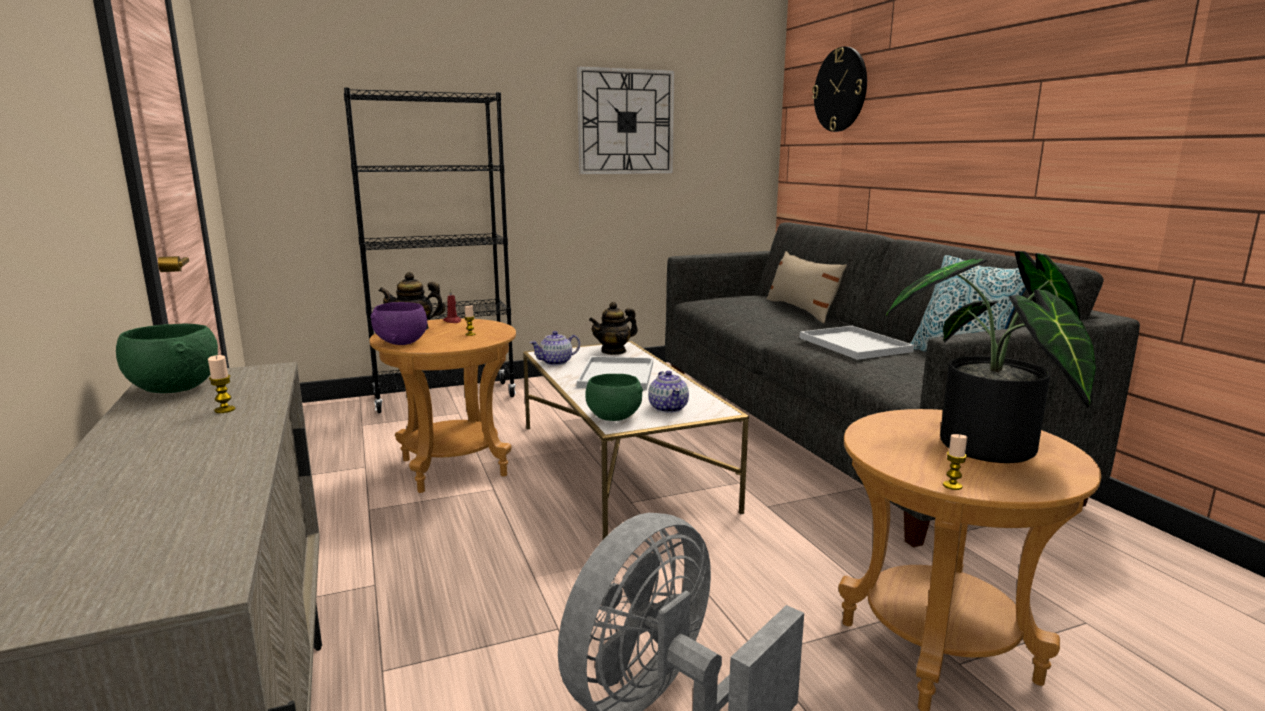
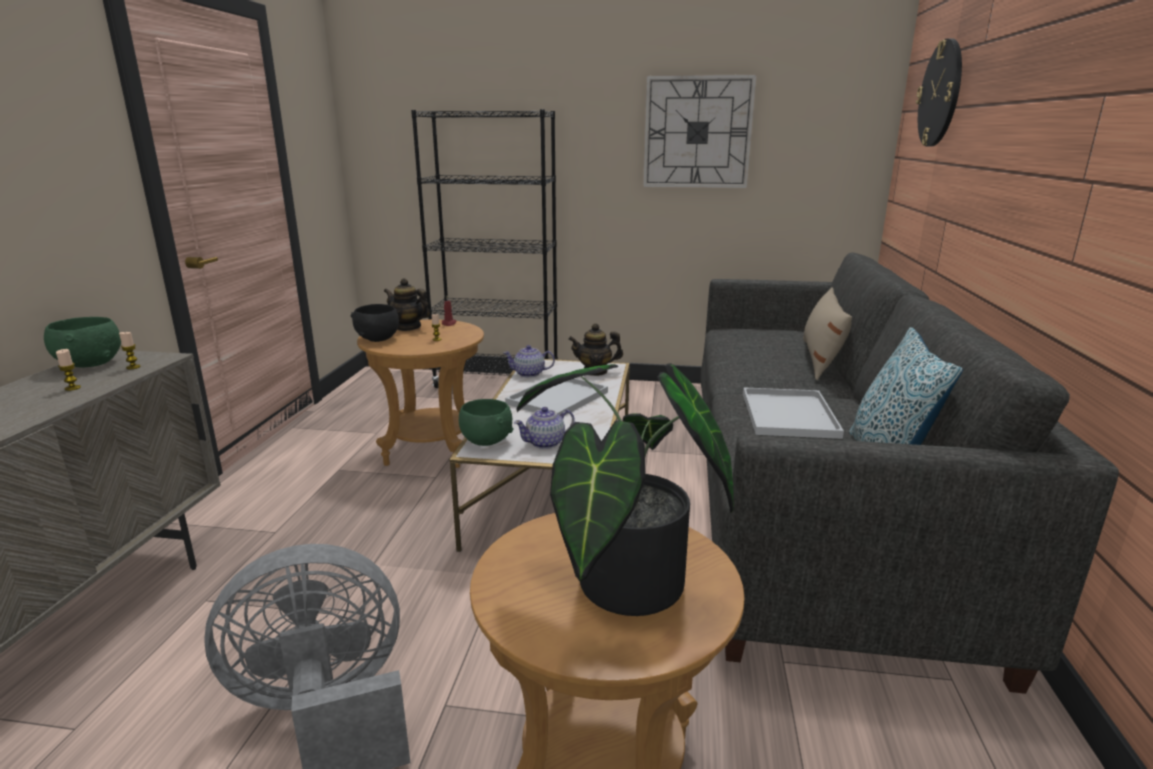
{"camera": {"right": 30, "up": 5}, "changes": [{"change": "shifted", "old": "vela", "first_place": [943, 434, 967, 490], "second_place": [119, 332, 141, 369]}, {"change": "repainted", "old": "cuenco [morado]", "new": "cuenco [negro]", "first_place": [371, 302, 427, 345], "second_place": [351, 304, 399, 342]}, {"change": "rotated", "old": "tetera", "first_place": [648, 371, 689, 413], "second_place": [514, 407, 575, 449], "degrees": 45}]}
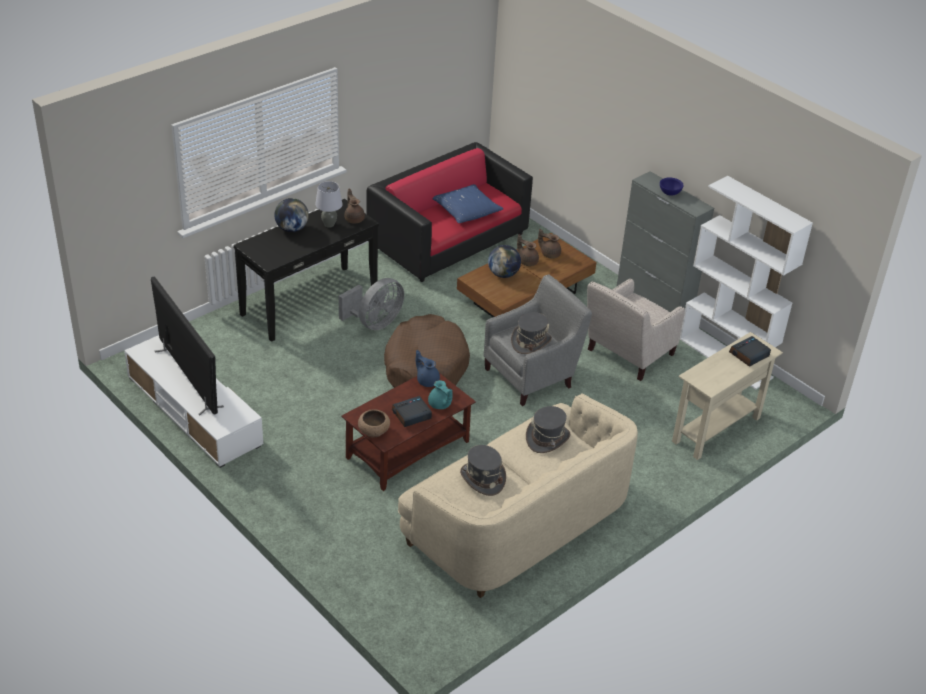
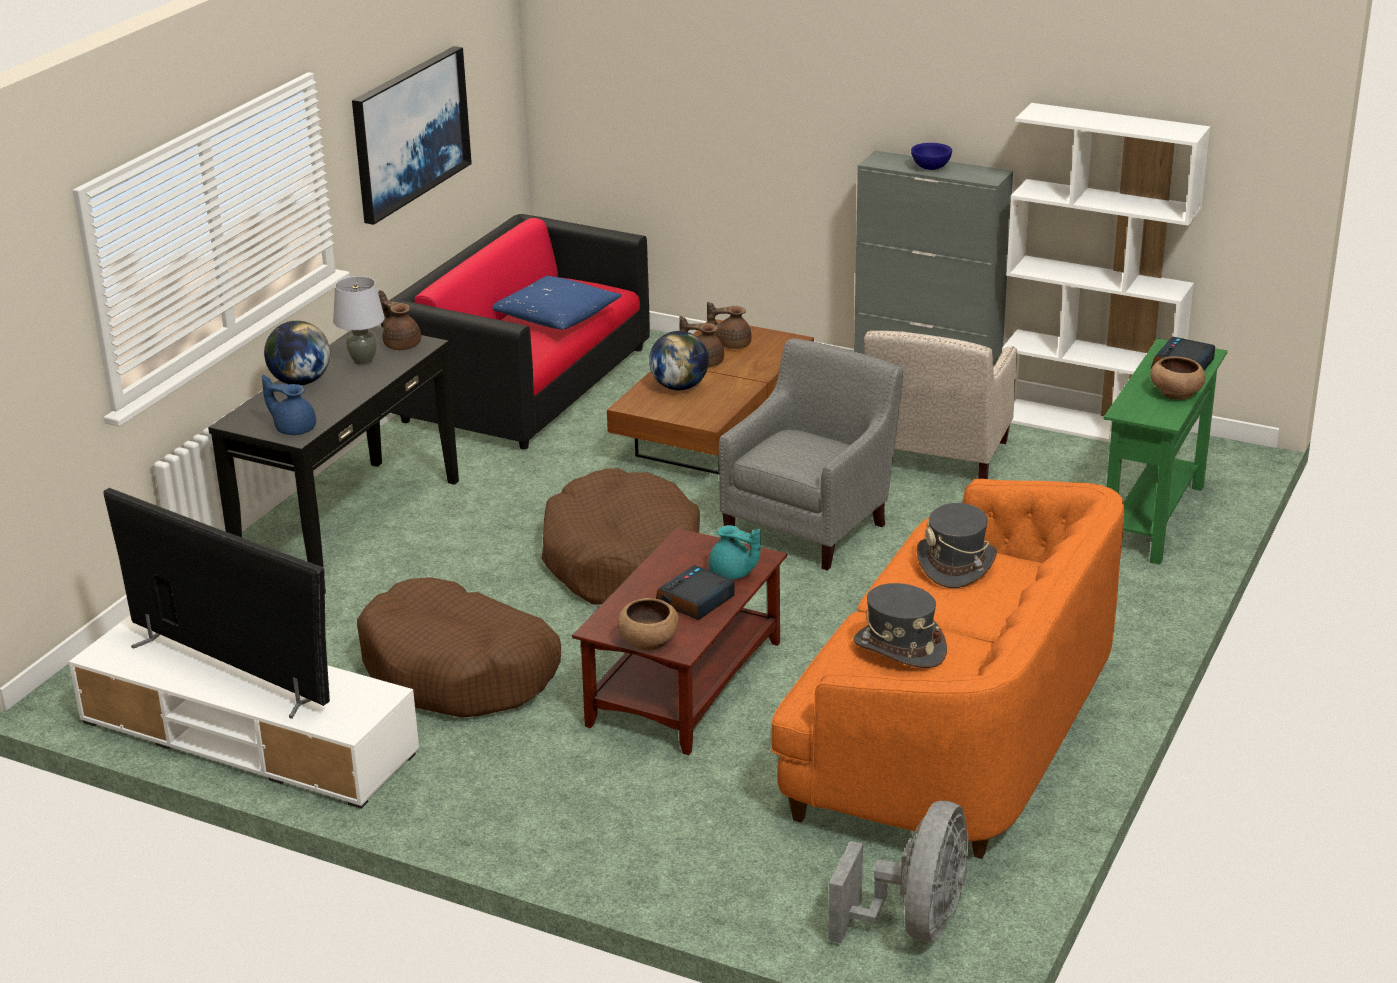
{"camera": {"right": -20, "up": -10}, "changes": [{"change": "gone", "old": "sombrero [gris]", "first_place": [511, 312, 552, 354]}, {"change": "new", "new": "cuadro", "second_place": [352, 46, 472, 225]}, {"change": "new", "new": "cama para perro [marrón]", "second_place": [357, 577, 561, 718]}, {"change": "new", "new": "cuenco [marrón]", "second_place": [1150, 356, 1206, 400]}, {"change": "shifted", "old": "ventilador [gris]", "first_place": [339, 278, 404, 330], "second_place": [828, 801, 968, 943]}, {"change": "shifted", "old": "tetera [azul]", "first_place": [416, 350, 440, 387], "second_place": [262, 375, 316, 435]}, {"change": "repainted", "old": "sofá [beis]", "new": "sofá [naranja]", "first_place": [398, 393, 638, 598], "second_place": [771, 479, 1124, 859]}, {"change": "repainted", "old": "mesa consola [beis]", "new": "mesa consola [verde]", "first_place": [672, 332, 783, 460], "second_place": [1104, 338, 1227, 565]}]}
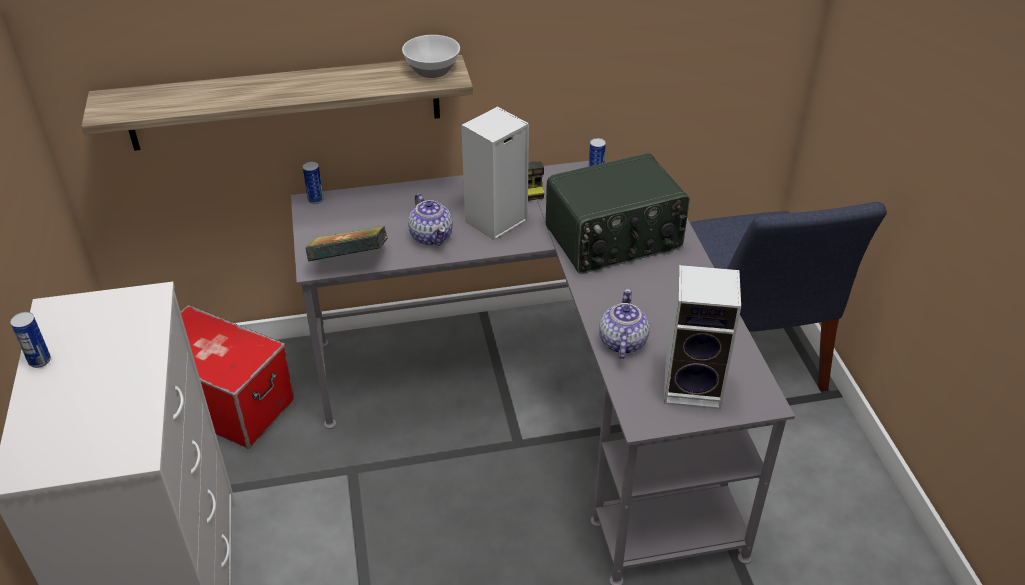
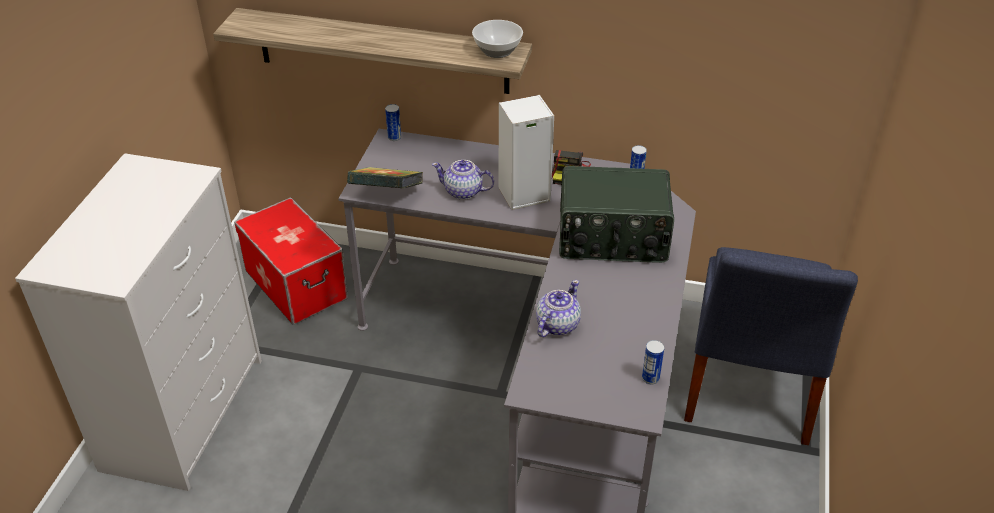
{"camera": {"right": 25, "up": 0}, "changes": [{"change": "gone", "old": "altavoz", "first_place": [664, 265, 741, 409]}, {"change": "shifted", "old": "lata", "first_place": [10, 312, 51, 368], "second_place": [642, 340, 664, 384]}, {"change": "rotated", "old": "tetera", "first_place": [408, 194, 453, 246], "second_place": [432, 160, 495, 200], "degrees": 105}]}
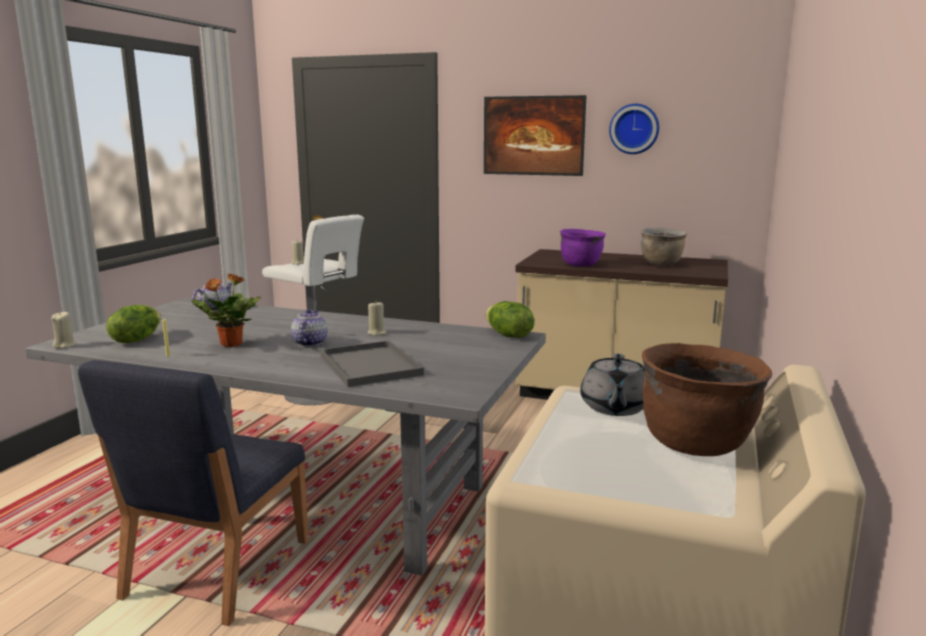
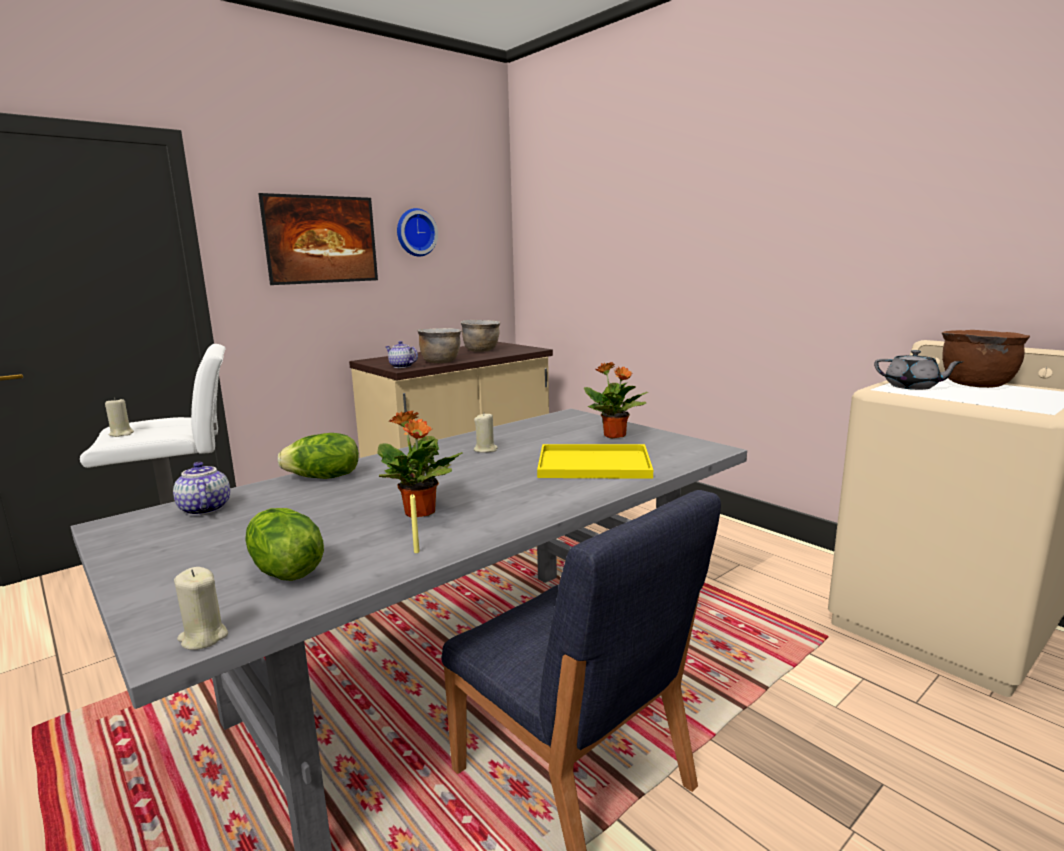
{"camera": {"right": -60, "up": 0}, "changes": [{"change": "new", "new": "planta en maceta", "second_place": [584, 362, 648, 438]}, {"change": "shifted", "old": "tetera", "first_place": [291, 309, 328, 346], "second_place": [386, 341, 418, 368]}, {"change": "shifted", "old": "lechuga", "first_place": [485, 301, 535, 338], "second_place": [278, 433, 359, 479]}, {"change": "repainted", "old": "bandeja [gris]", "new": "bandeja [amarillo]", "first_place": [320, 340, 424, 387], "second_place": [537, 444, 653, 479]}, {"change": "repainted", "old": "olla [morado]", "new": "olla [marrón]", "first_place": [560, 229, 606, 267], "second_place": [417, 328, 461, 363]}]}
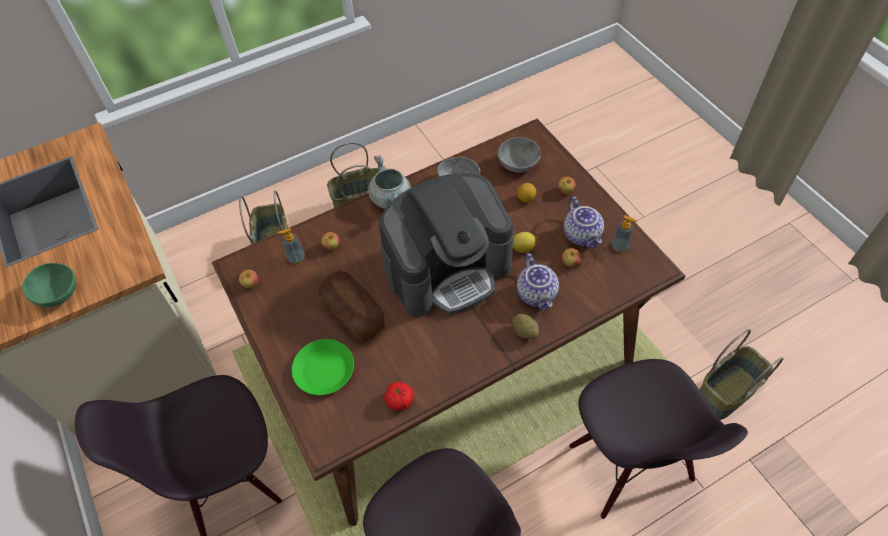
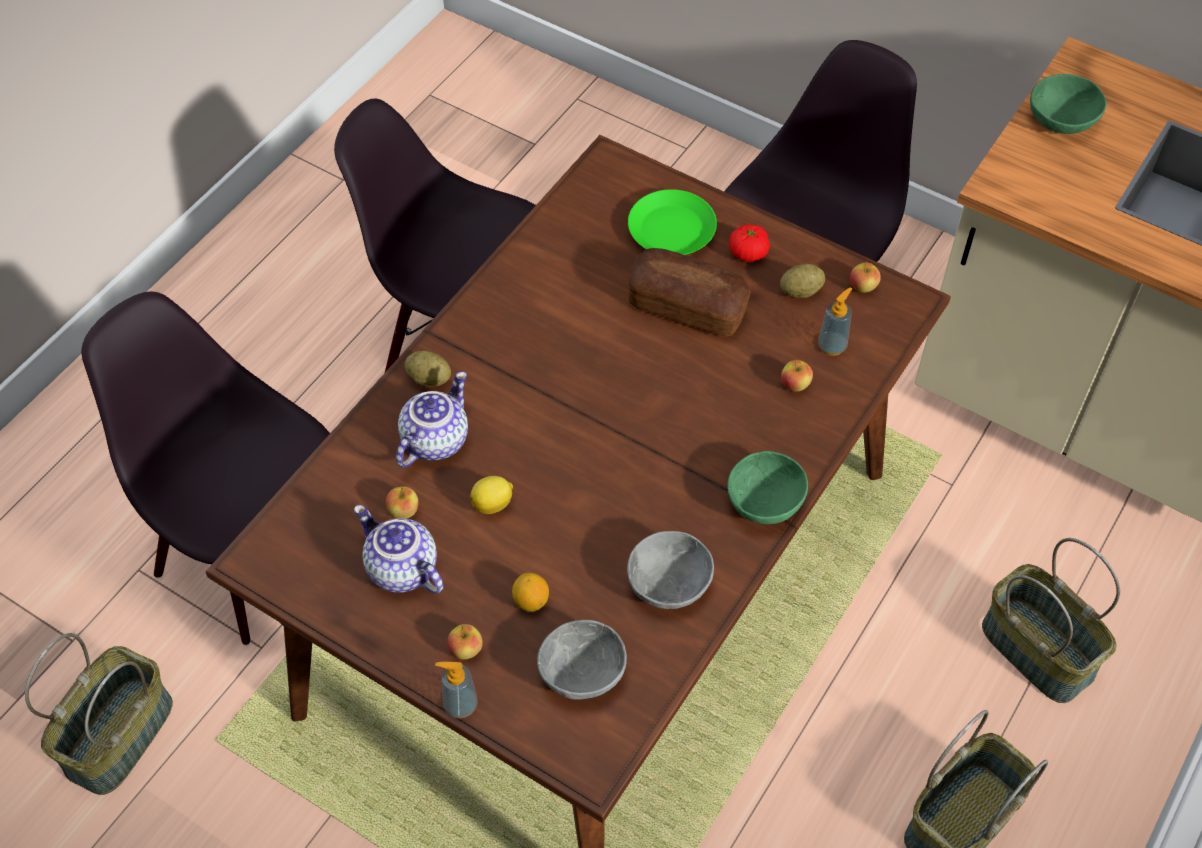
{"camera": {"right": 150, "up": 0}, "changes": [{"change": "gone", "old": "cafetera", "first_place": [379, 173, 514, 317]}, {"change": "new", "new": "patata", "second_place": [780, 264, 825, 298]}, {"change": "shifted", "old": "tomate", "first_place": [384, 382, 414, 411], "second_place": [729, 224, 770, 262]}, {"change": "shifted", "old": "dispensador de jabón", "first_place": [611, 215, 637, 252], "second_place": [435, 662, 478, 719]}, {"change": "swapped", "old": "olla [gris]", "new": "cuenco [verde]", "first_place": [368, 155, 411, 209], "second_place": [727, 451, 808, 524]}, {"change": "rotated", "old": "tetera", "first_place": [517, 253, 559, 310], "second_place": [396, 372, 468, 468], "degrees": 75}]}
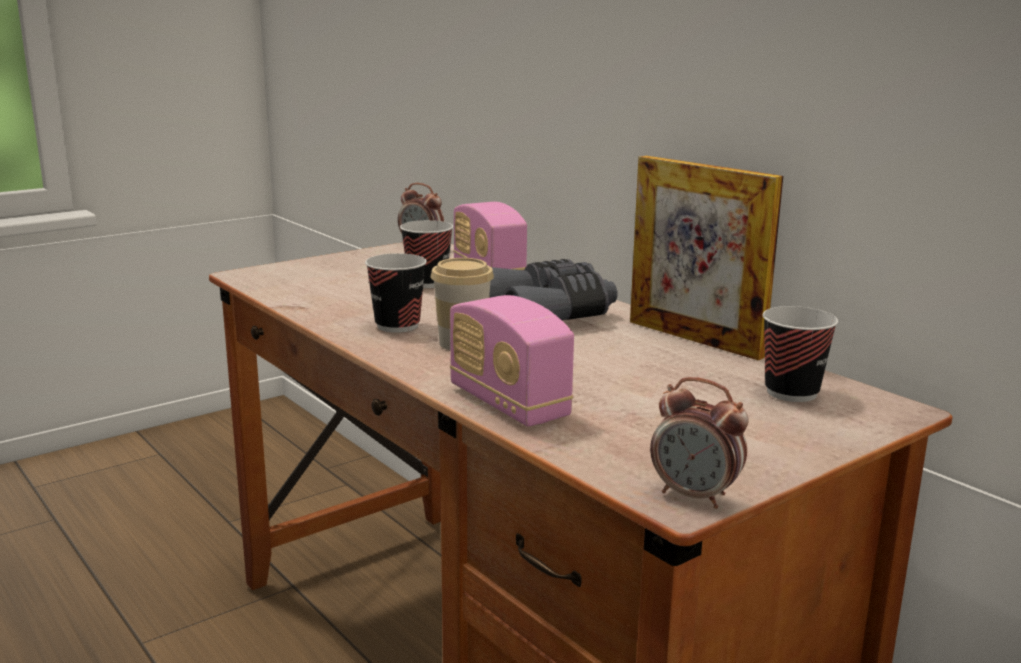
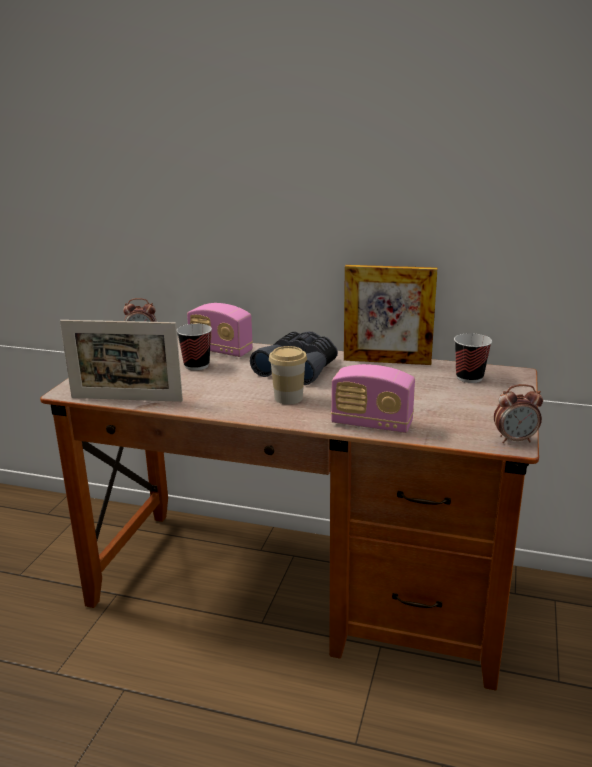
{"camera": {"right": -35, "up": 5}, "changes": [{"change": "gone", "old": "taza", "first_place": [365, 253, 427, 333]}, {"change": "new", "new": "portarretratos", "second_place": [60, 320, 183, 402]}]}
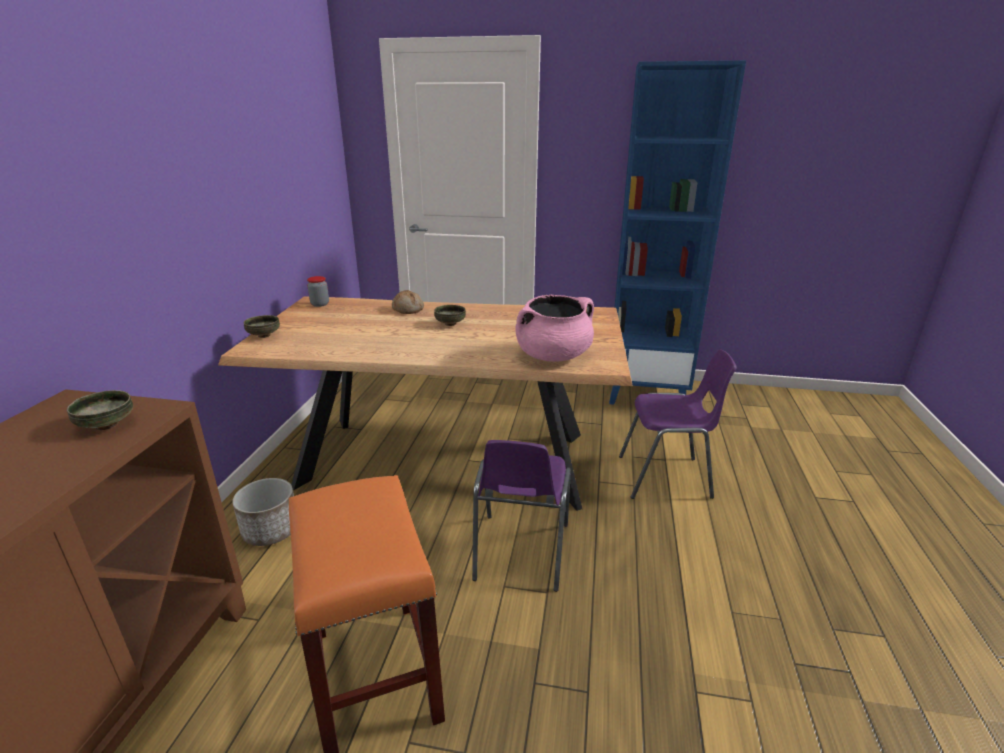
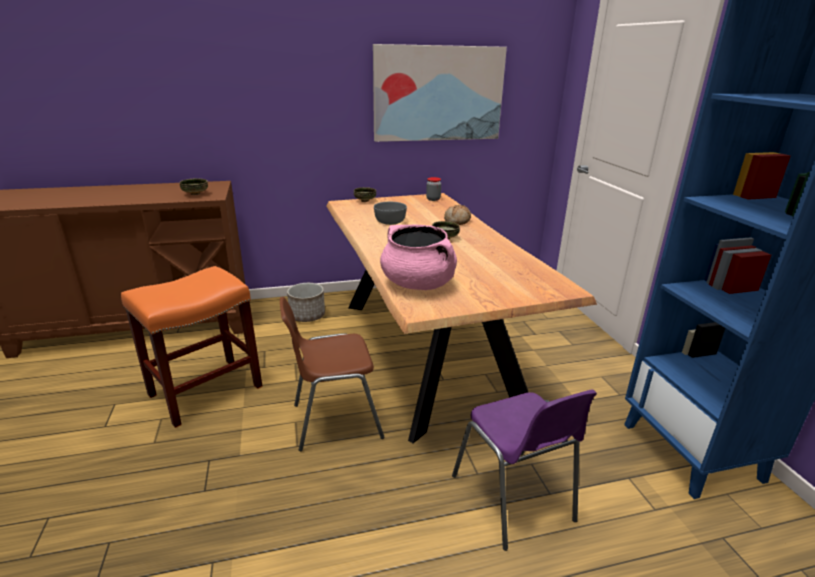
{"camera": {"right": 65, "up": 0}, "changes": [{"change": "new", "new": "cuadro", "second_place": [373, 44, 507, 142]}, {"change": "new", "new": "cuenco [gris]", "second_place": [374, 202, 407, 225]}, {"change": "repainted", "old": "silla [morado]", "new": "silla [marrón]", "first_place": [472, 440, 571, 592], "second_place": [280, 297, 385, 451]}]}
